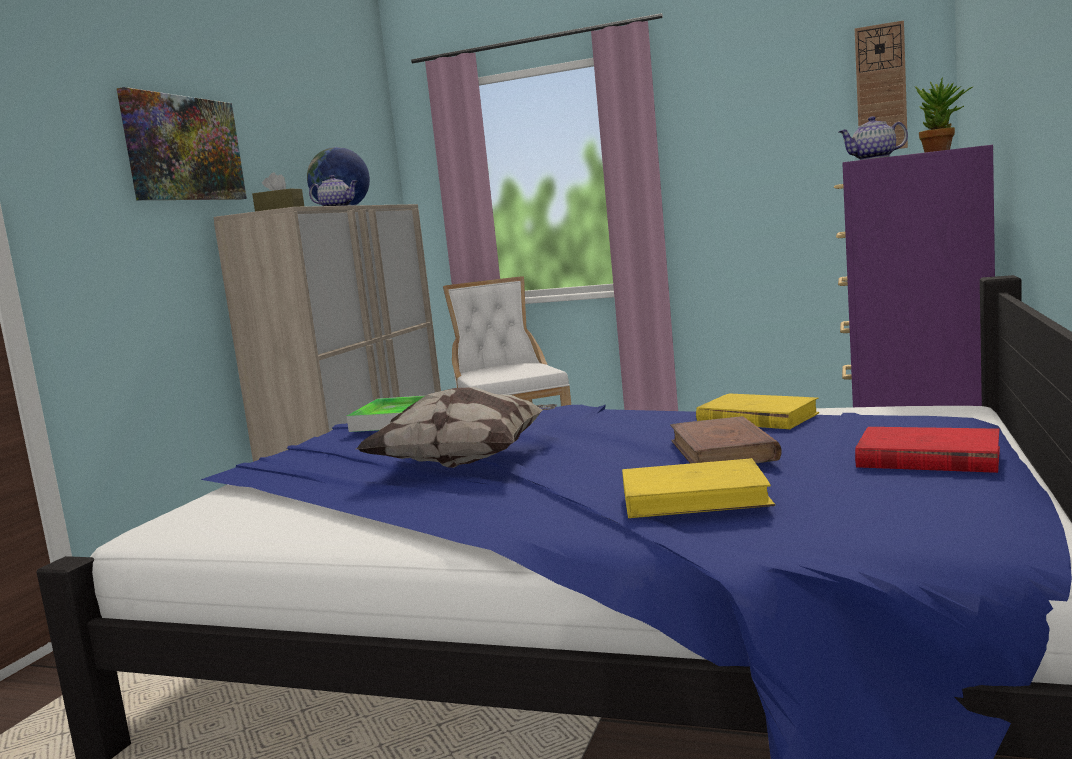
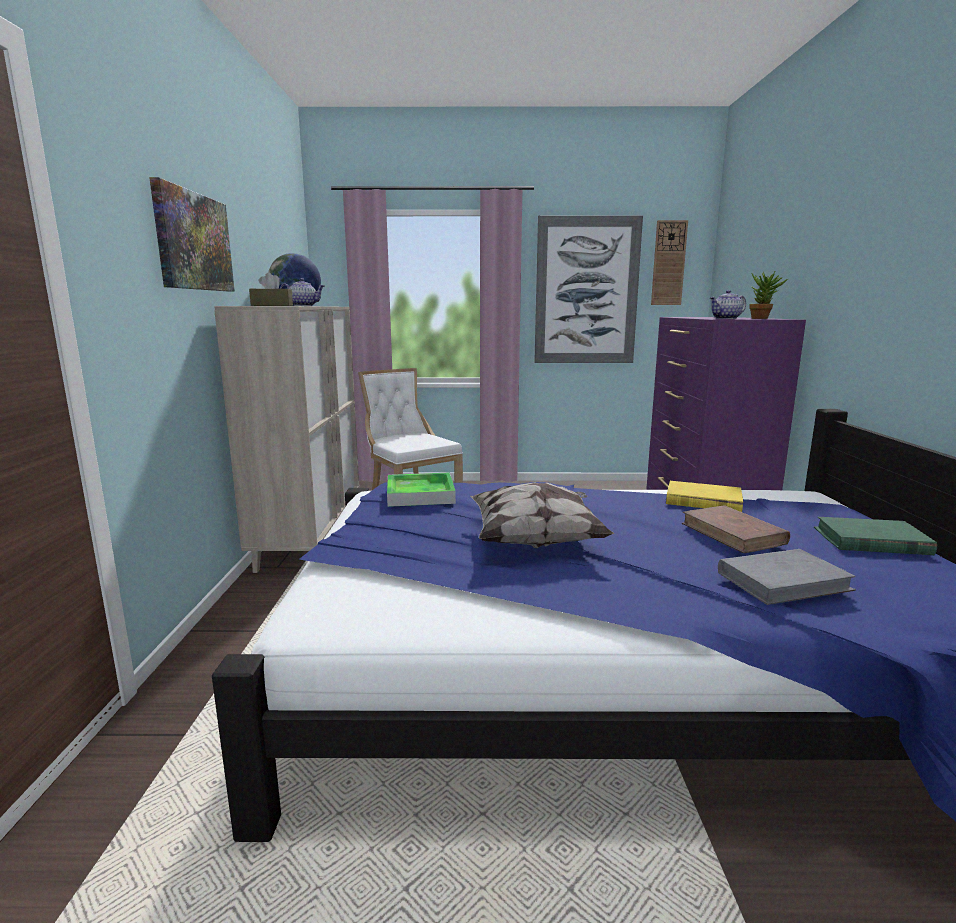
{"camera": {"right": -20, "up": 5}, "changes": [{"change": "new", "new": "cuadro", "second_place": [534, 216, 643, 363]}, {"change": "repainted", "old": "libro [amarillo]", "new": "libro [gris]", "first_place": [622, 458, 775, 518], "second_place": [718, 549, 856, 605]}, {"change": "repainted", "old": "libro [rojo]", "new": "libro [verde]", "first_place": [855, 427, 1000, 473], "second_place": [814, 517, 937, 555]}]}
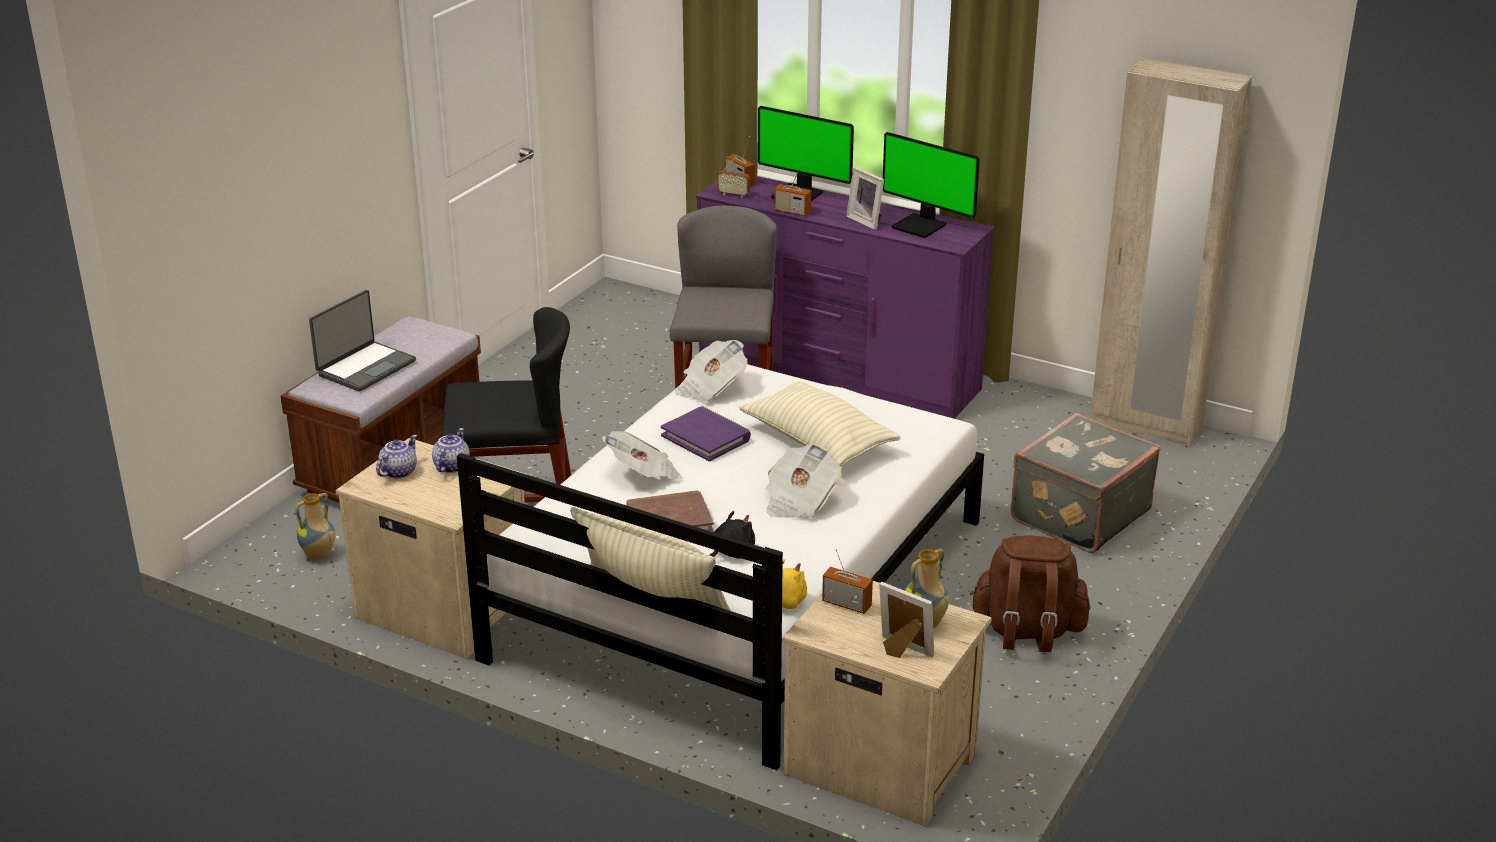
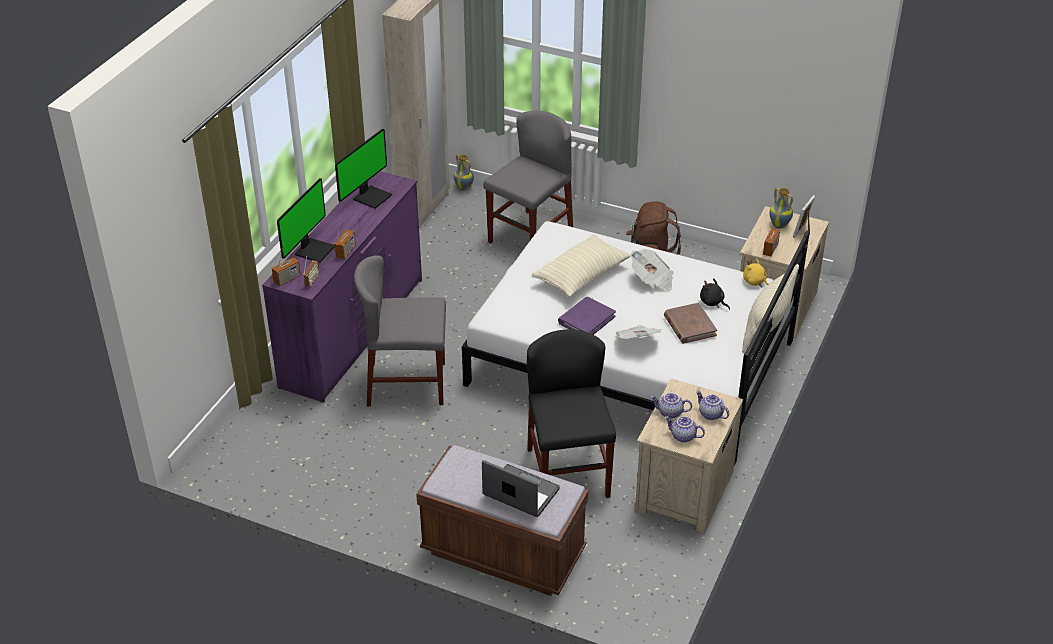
{"camera": {"right": -95, "up": 10}, "changes": [{"change": "gone", "old": "periódico", "first_place": [675, 340, 748, 401]}, {"change": "gone", "old": "portarretratos", "first_place": [846, 167, 884, 230]}, {"change": "new", "new": "tetera", "second_place": [696, 391, 729, 420]}, {"change": "shifted", "old": "florero", "first_place": [295, 493, 336, 560], "second_place": [454, 154, 474, 191]}, {"change": "swapped", "old": "maleta [gris]", "new": "silla [gris]", "first_place": [1011, 413, 1161, 553], "second_place": [483, 111, 573, 243]}]}
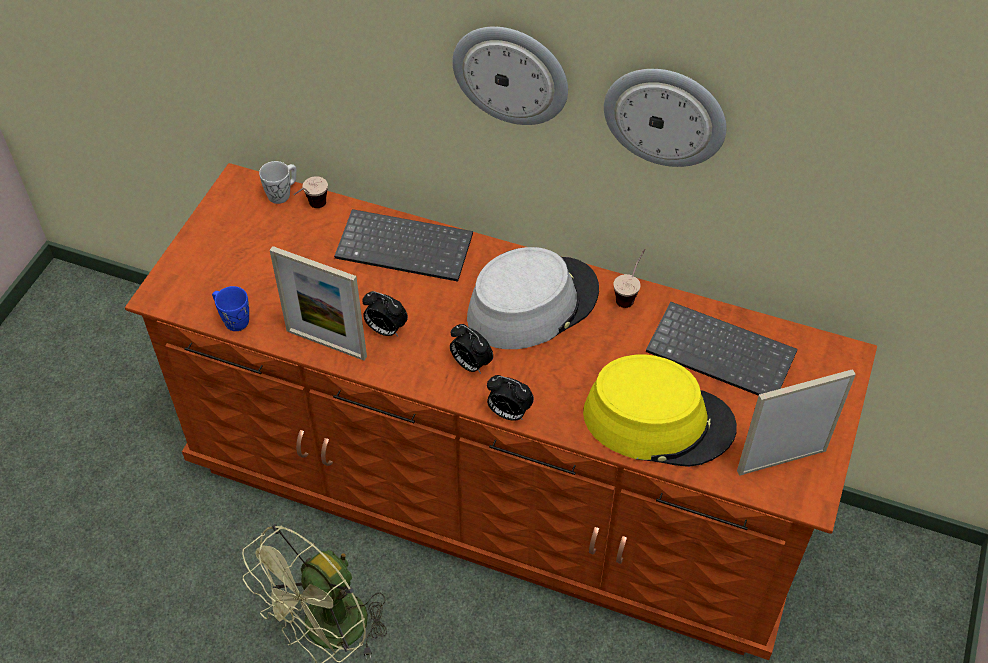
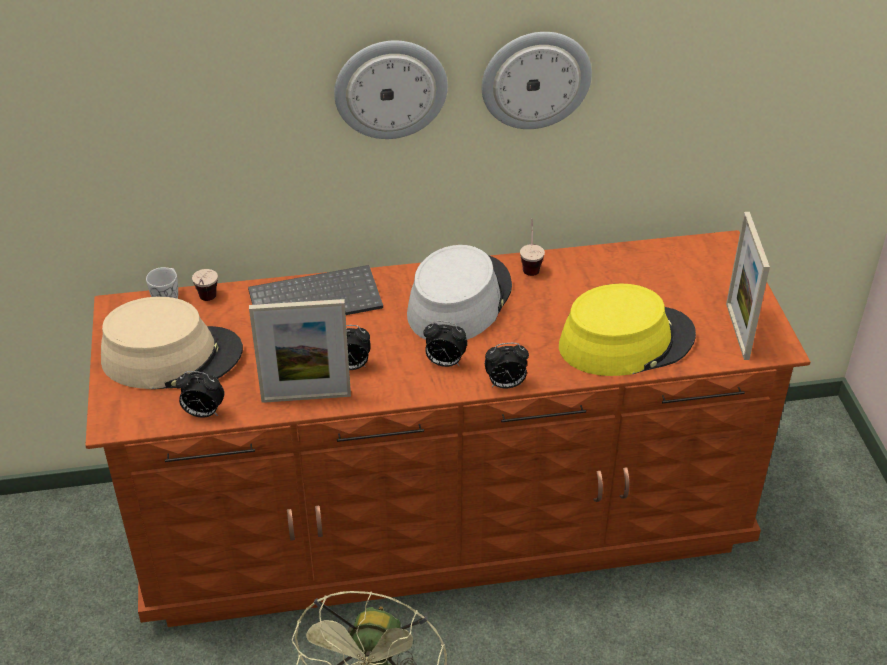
{"camera": {"right": -30, "up": -10}, "changes": [{"change": "gone", "old": "teclado", "first_place": [646, 301, 797, 396]}, {"change": "new", "new": "sombrero [beis]", "second_place": [101, 297, 243, 389]}, {"change": "swapped", "old": "taza grande [azul]", "new": "despertador", "first_place": [212, 286, 249, 331], "second_place": [176, 371, 224, 418]}, {"change": "rotated", "old": "portarretratos", "first_place": [737, 369, 856, 476], "second_place": [726, 212, 770, 360], "degrees": -45}]}
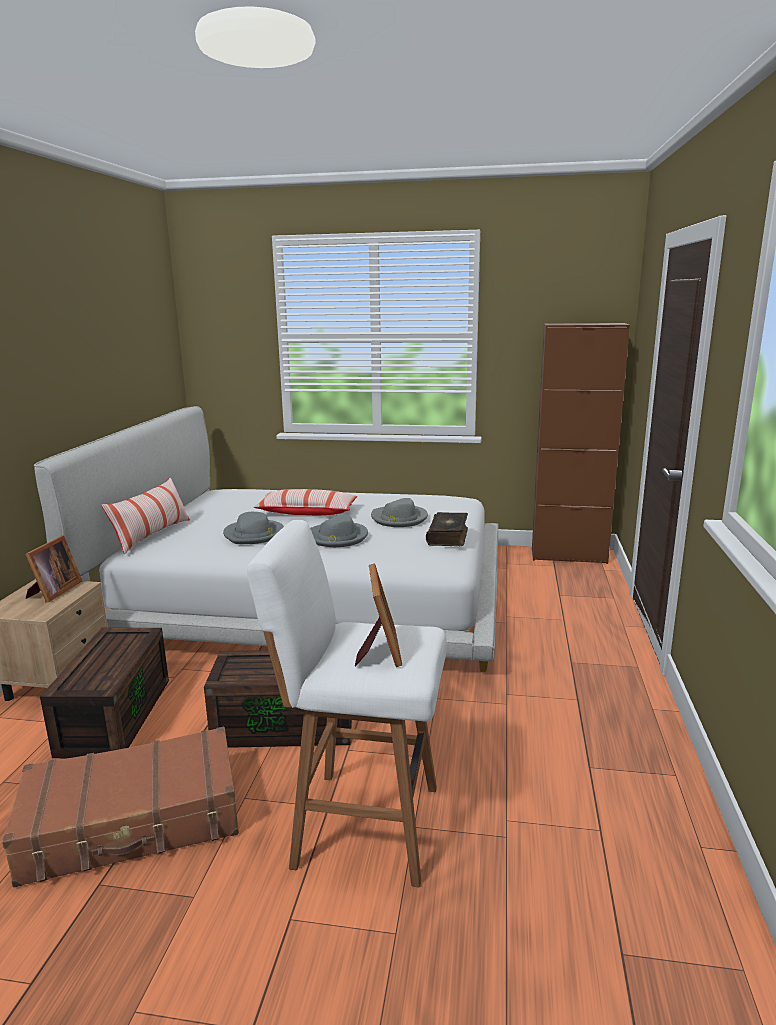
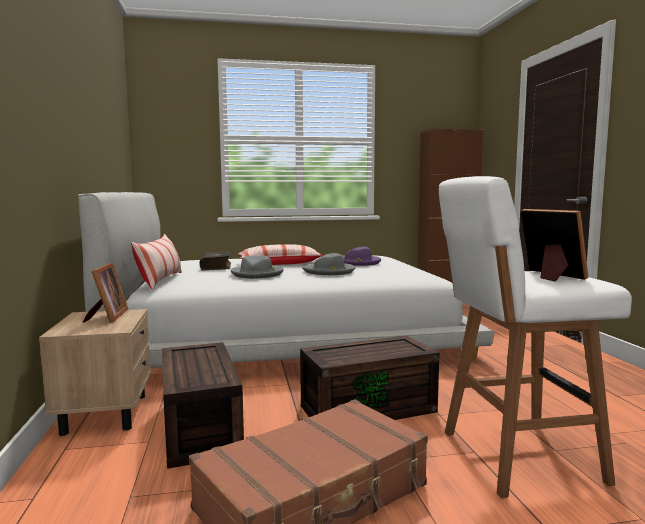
{"camera": {"right": -20, "up": -10}, "changes": [{"change": "shifted", "old": "libro", "first_place": [426, 512, 468, 546], "second_place": [199, 251, 231, 270]}, {"change": "repainted", "old": "sombrero [gris]", "new": "sombrero [morado]", "first_place": [371, 498, 428, 527], "second_place": [343, 247, 381, 266]}]}
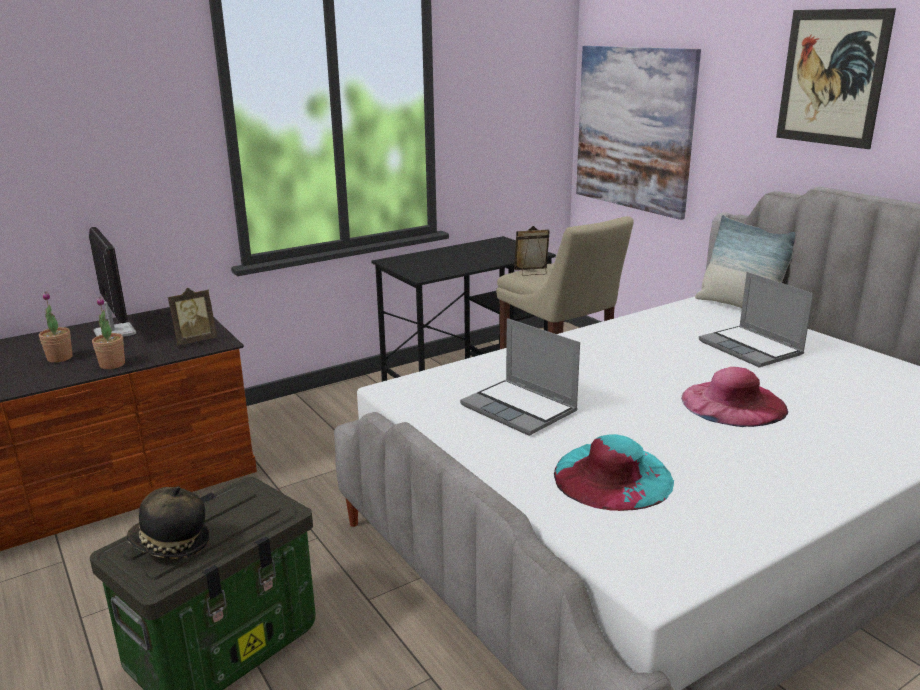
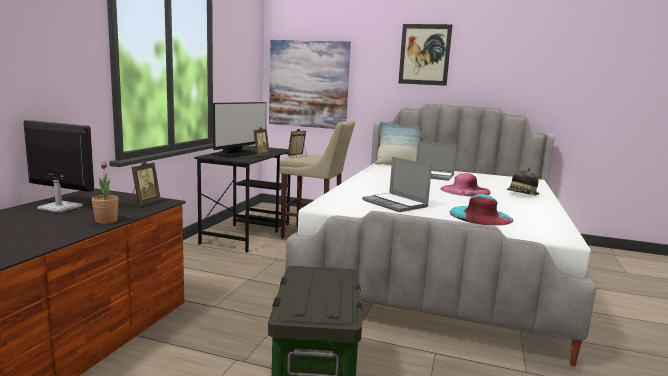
{"camera": {"right": -40, "up": -10}, "changes": [{"change": "gone", "old": "planta en maceta", "first_place": [39, 291, 72, 363]}, {"change": "new", "new": "monitor", "second_place": [212, 102, 266, 158]}, {"change": "new", "new": "portarretratos", "second_place": [251, 127, 269, 156]}, {"change": "shifted", "old": "sombrero", "first_place": [126, 486, 210, 559], "second_place": [506, 168, 539, 196]}, {"change": "rotated", "old": "portátil", "first_place": [460, 318, 580, 436], "second_place": [362, 157, 432, 212], "degrees": 45}]}
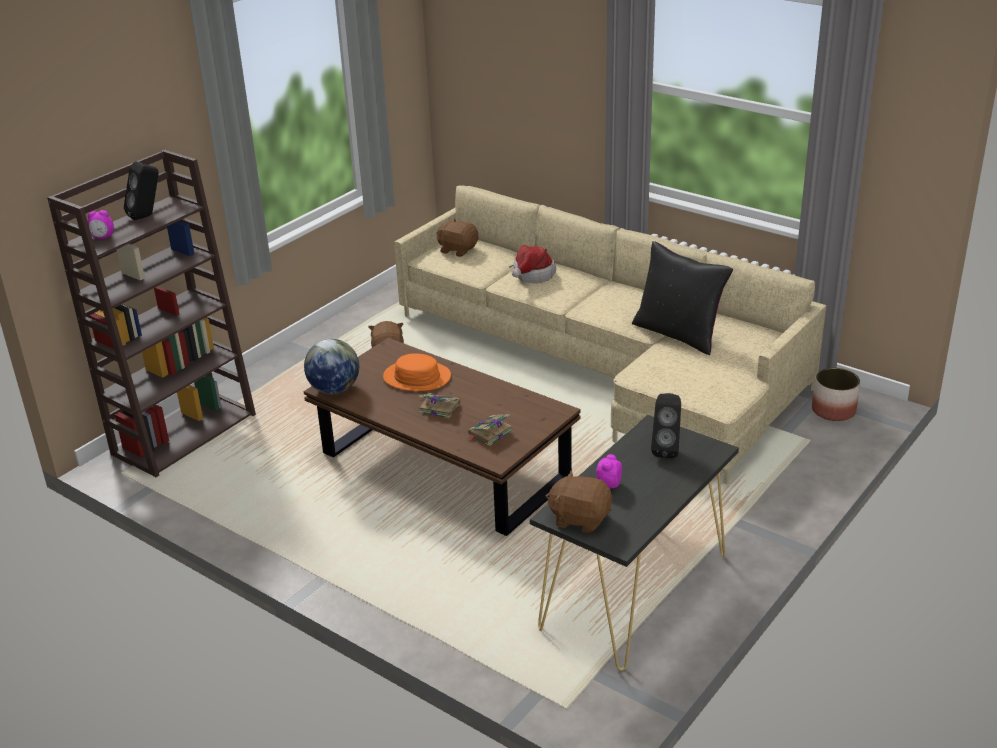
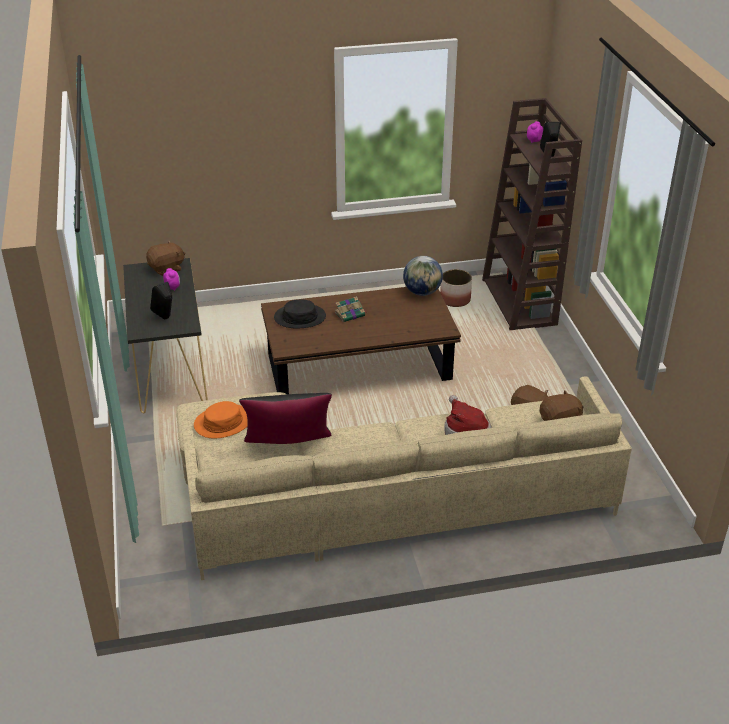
{"camera": {"right": 130, "up": 5}, "changes": [{"change": "shifted", "old": "sombrero [naranja]", "first_place": [383, 354, 451, 391], "second_place": [194, 401, 248, 438]}, {"change": "shifted", "old": "maceta", "first_place": [812, 368, 860, 421], "second_place": [440, 269, 472, 307]}, {"change": "swapped", "old": "libro", "new": "sombrero [negro]", "first_place": [467, 414, 513, 446], "second_place": [274, 299, 326, 328]}]}
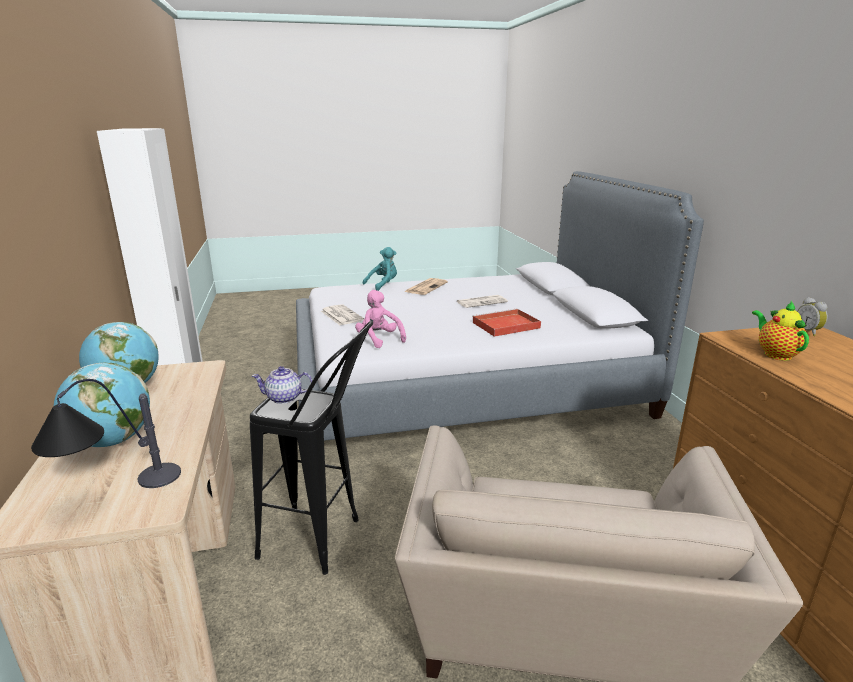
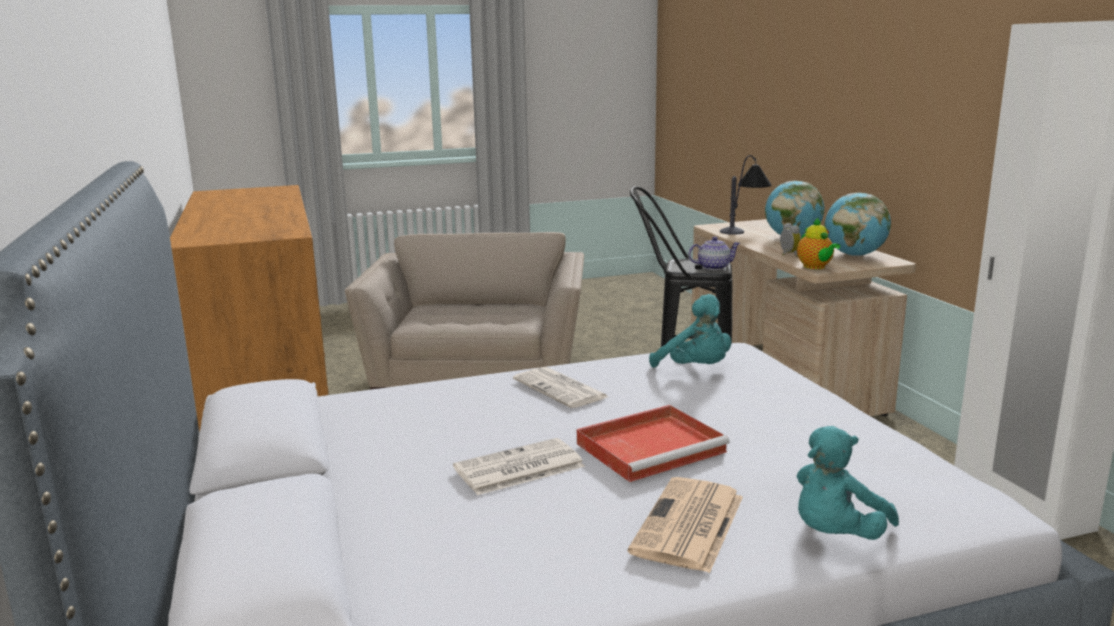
{"camera": {"right": 175, "up": -5}, "changes": [{"change": "shifted", "old": "periódico", "first_place": [321, 304, 364, 325], "second_place": [513, 367, 609, 408]}, {"change": "shifted", "old": "bandeja [rojo]", "first_place": [472, 309, 541, 337], "second_place": [577, 405, 729, 482]}, {"change": "shifted", "old": "tetera", "first_place": [752, 301, 809, 361], "second_place": [797, 218, 840, 269]}, {"change": "shifted", "old": "despertador", "first_place": [797, 297, 828, 336], "second_place": [780, 223, 801, 257]}, {"change": "repainted", "old": "peluche [rosa]", "new": "peluche [turquesa]", "first_place": [355, 290, 406, 348], "second_place": [649, 294, 731, 368]}]}
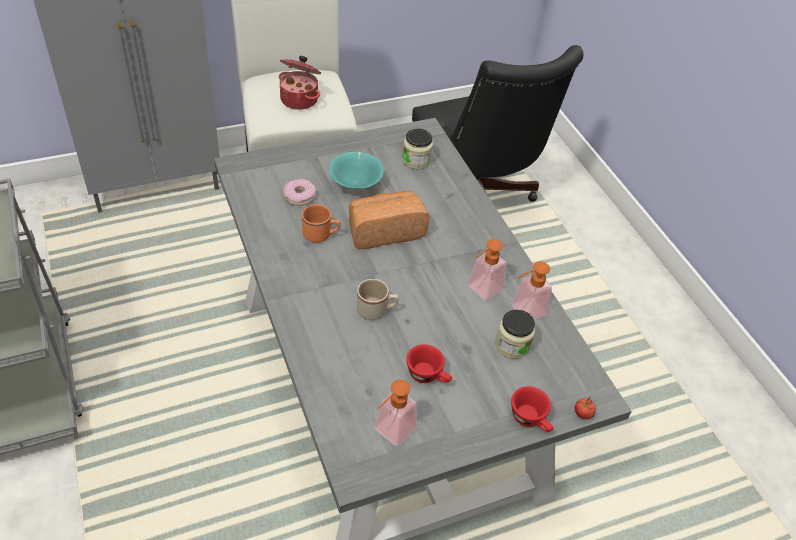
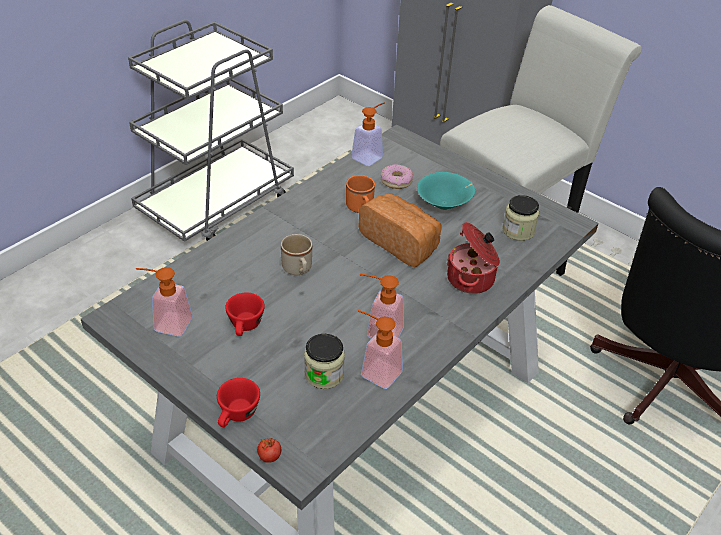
{"camera": {"right": 65, "up": -5}, "changes": [{"change": "new", "new": "dispensador de jabón", "second_place": [351, 102, 385, 166]}, {"change": "shifted", "old": "olla", "first_place": [279, 56, 321, 110], "second_place": [447, 222, 500, 294]}]}
